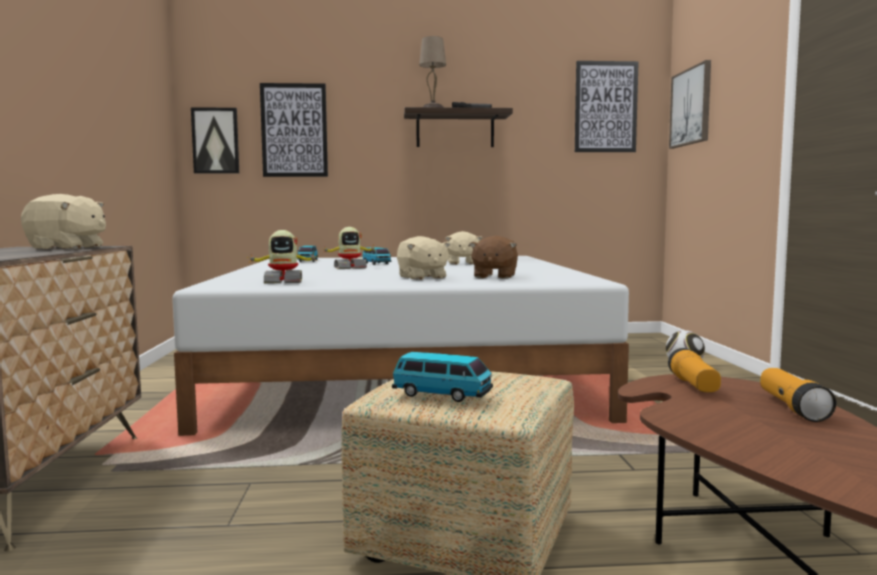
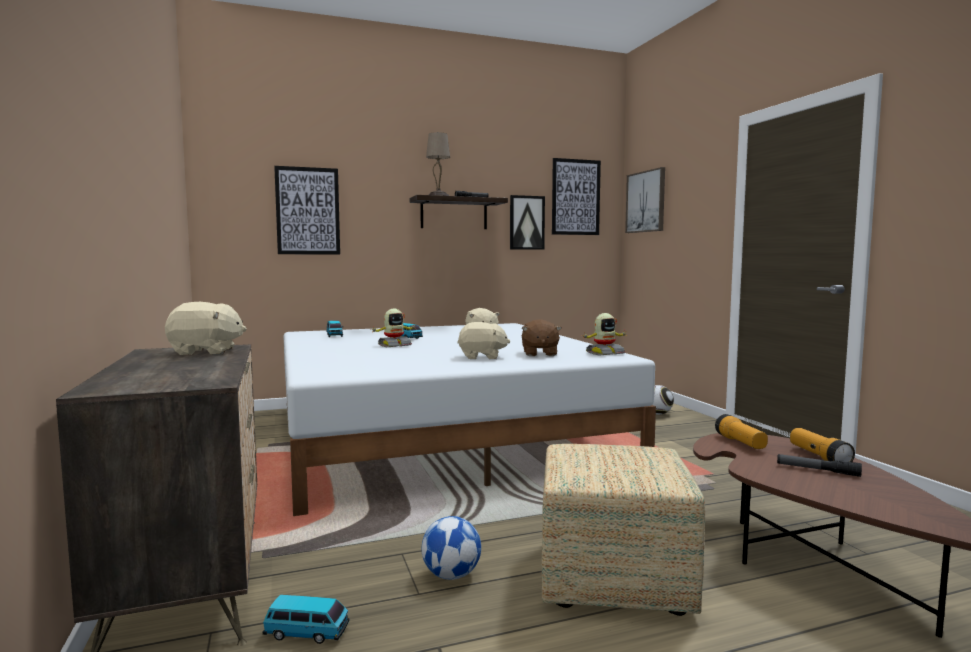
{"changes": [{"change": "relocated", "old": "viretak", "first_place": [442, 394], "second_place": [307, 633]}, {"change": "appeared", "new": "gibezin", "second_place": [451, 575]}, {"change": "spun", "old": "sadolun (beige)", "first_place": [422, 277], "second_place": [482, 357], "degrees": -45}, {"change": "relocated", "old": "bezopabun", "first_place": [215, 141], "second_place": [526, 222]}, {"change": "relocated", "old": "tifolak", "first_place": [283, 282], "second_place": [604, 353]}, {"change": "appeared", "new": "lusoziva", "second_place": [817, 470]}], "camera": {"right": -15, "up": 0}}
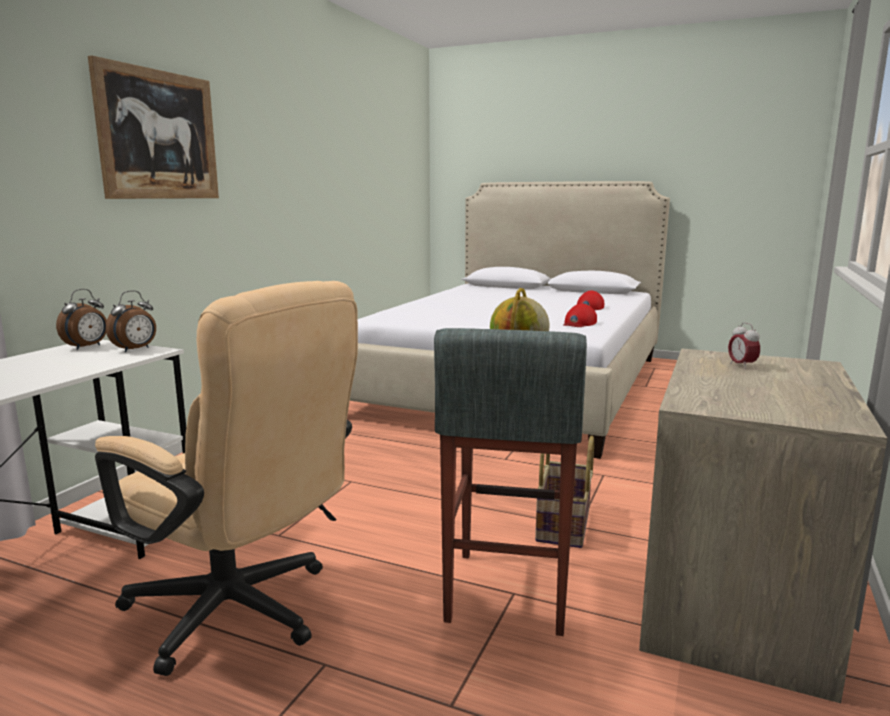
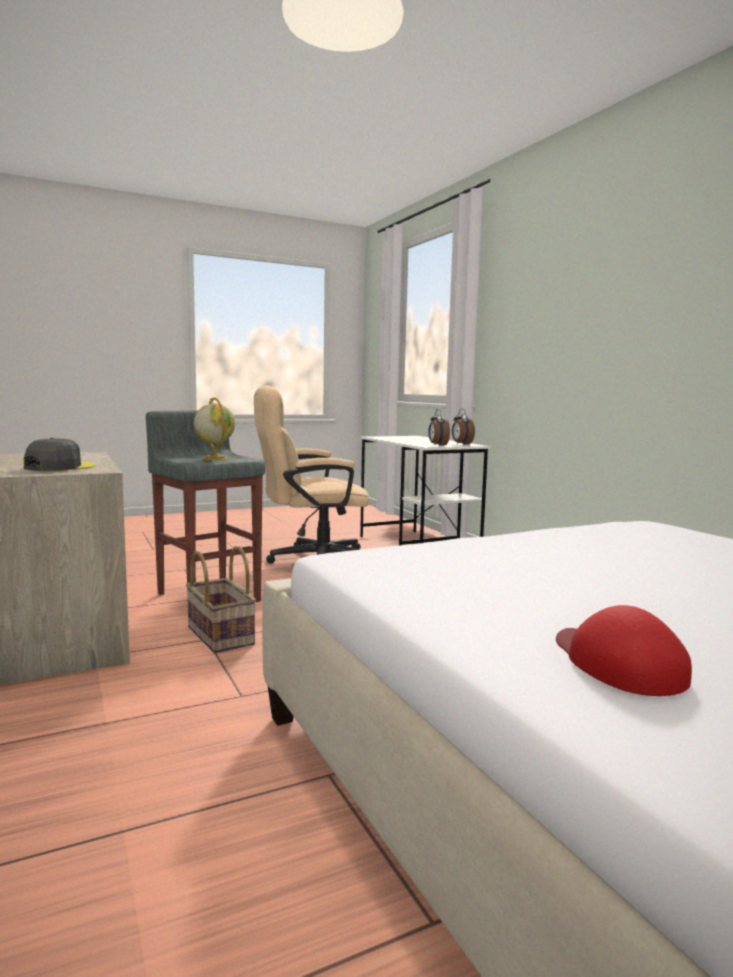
{"changes": [{"change": "exchanged", "old": "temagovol", "new": "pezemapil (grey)", "first_place": [741, 366], "second_place": [59, 467]}, {"change": "missing", "old": "bezopabun", "first_place": [159, 135]}, {"change": "missing", "old": "pezemapil (red)", "first_place": [579, 323]}], "camera": {"right": 130, "up": -5}}
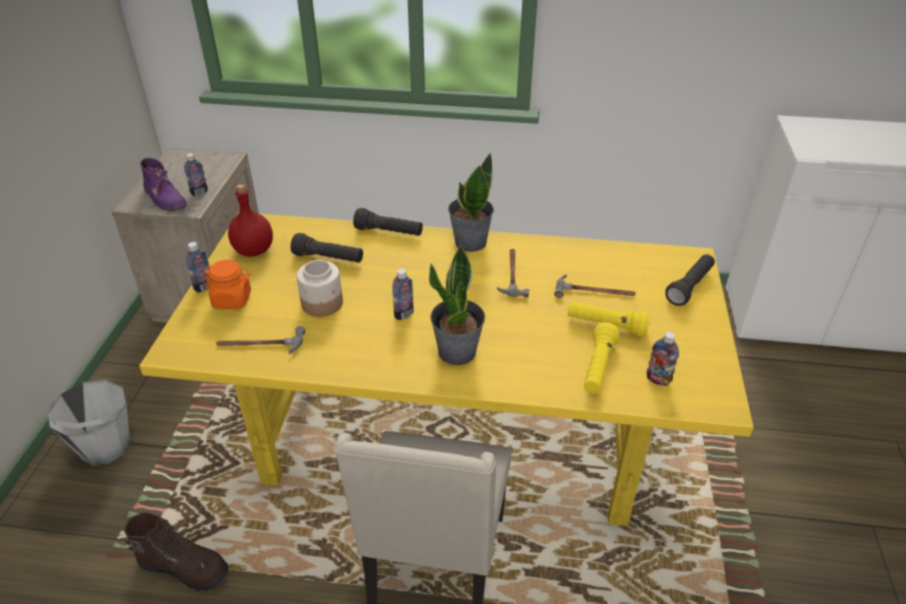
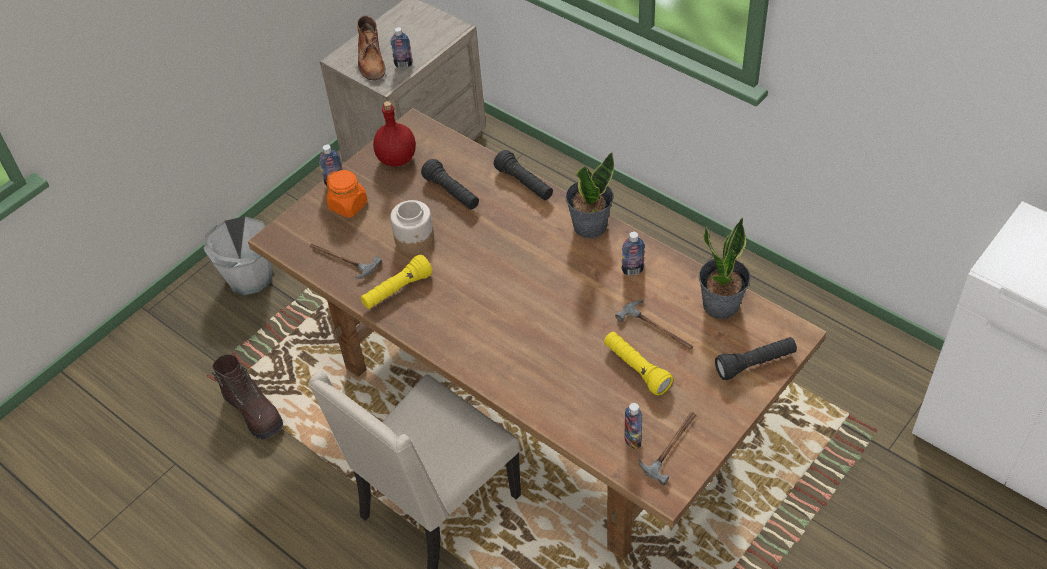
{"changes": [{"change": "colour", "old": "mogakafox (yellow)", "new": "mogakafox (brown)", "first_place": [455, 434], "second_place": [534, 400]}, {"change": "colour", "old": "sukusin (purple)", "new": "sukusin (brown)", "first_place": [165, 198], "second_place": [371, 60]}, {"change": "relocated", "old": "lusoziva (yellow)", "first_place": [598, 367], "second_place": [397, 291]}, {"change": "relocated", "old": "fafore", "first_place": [404, 314], "second_place": [632, 270]}, {"change": "relocated", "old": "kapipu", "first_place": [512, 274], "second_place": [671, 446]}, {"change": "relocated", "old": "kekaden", "first_place": [457, 352], "second_place": [721, 305]}], "camera": {"right": 35, "up": 10}}
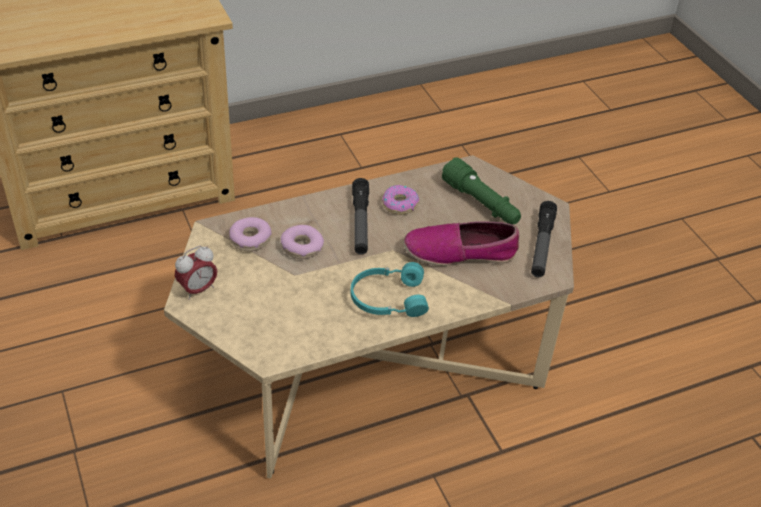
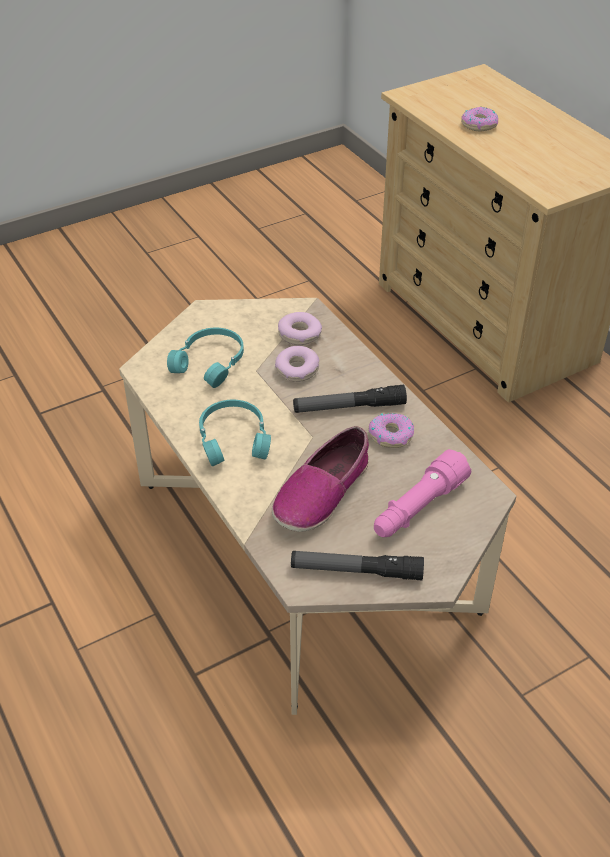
{"changes": [{"change": "appeared", "new": "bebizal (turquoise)", "second_place": [211, 363]}, {"change": "spun", "old": "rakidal", "first_place": [459, 252], "second_place": [321, 492], "degrees": -135}, {"change": "colour", "old": "lusoziva (green)", "new": "lusoziva (pink)", "first_place": [481, 203], "second_place": [418, 508]}, {"change": "appeared", "new": "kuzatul", "second_place": [479, 124]}, {"change": "missing", "old": "temagovol", "first_place": [198, 290]}], "camera": {"right": 85, "up": 0}}
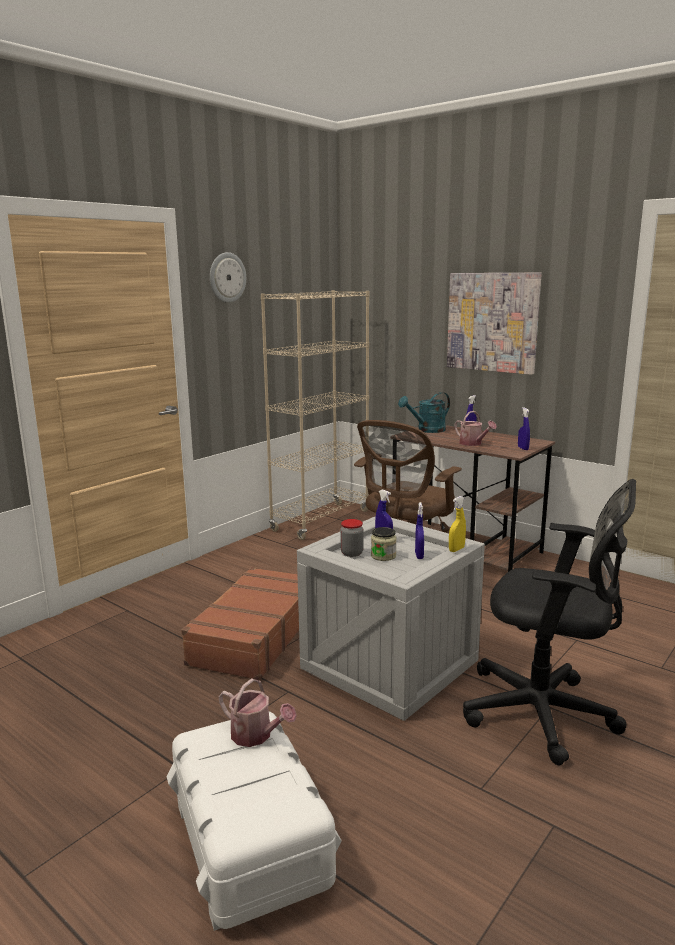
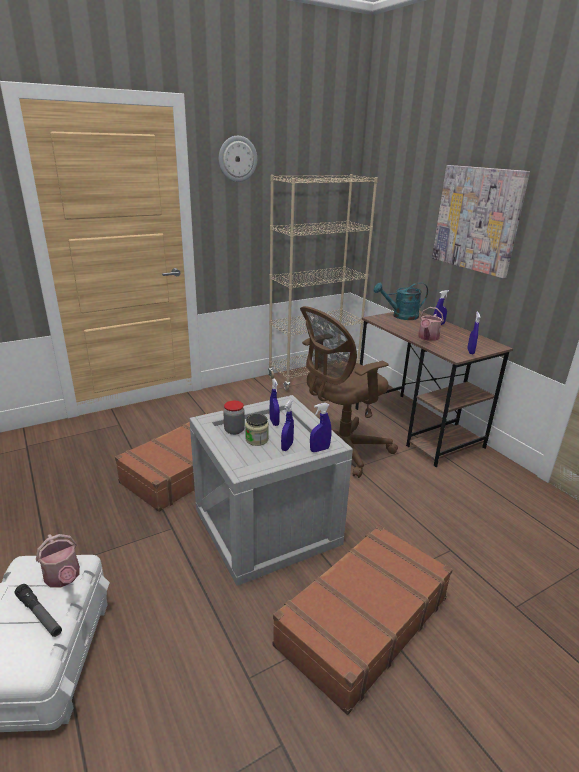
{"changes": [{"change": "appeared", "new": "lusoziva", "second_place": [39, 614]}, {"change": "exchanged", "old": "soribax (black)", "new": "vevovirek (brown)", "first_place": [545, 714], "second_place": [361, 621]}, {"change": "colour", "old": "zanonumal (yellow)", "new": "zanonumal (blue)", "first_place": [456, 549], "second_place": [319, 449]}, {"change": "spun", "old": "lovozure", "first_place": [473, 443], "second_place": [427, 338], "degrees": 45}], "camera": {"right": 20, "up": 10}}
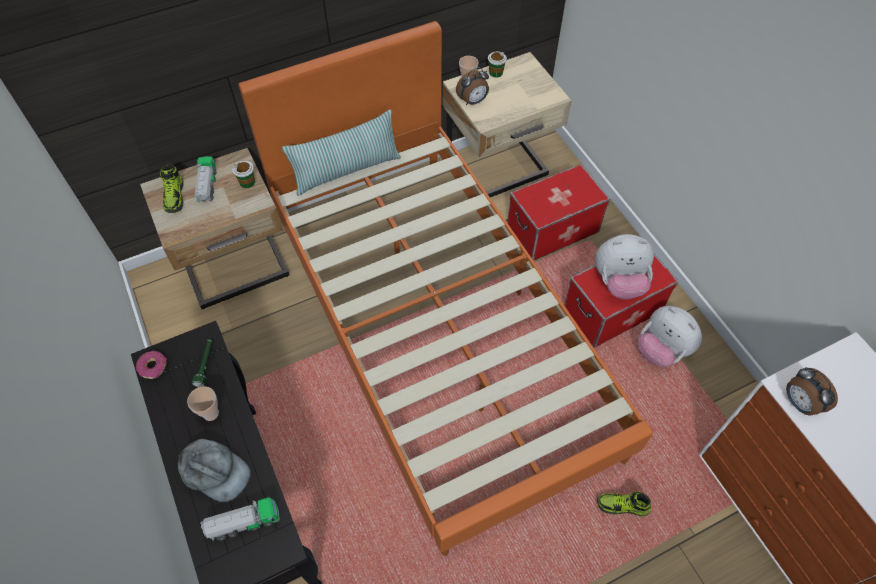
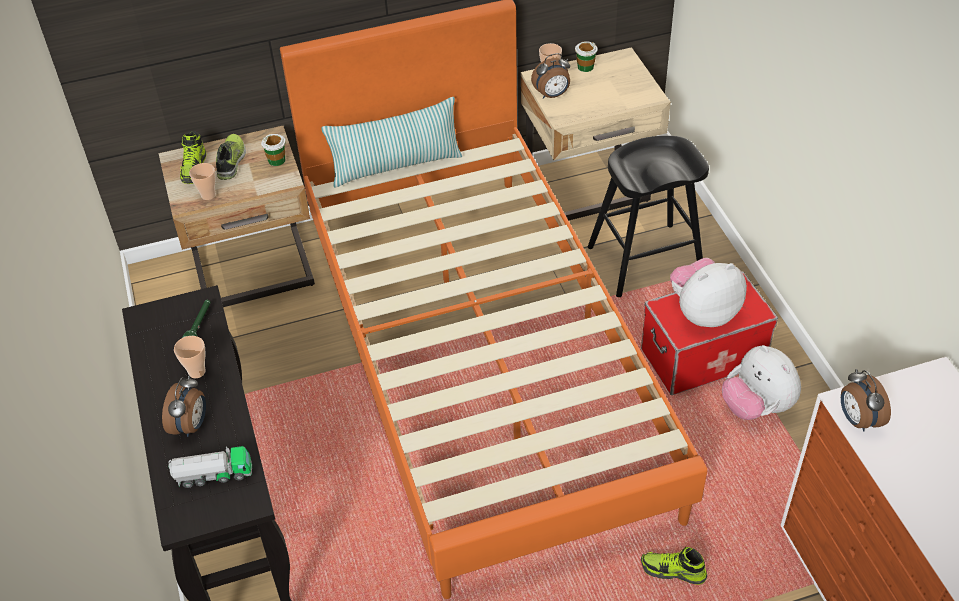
{"changes": [{"change": "exchanged", "old": "pezemapil (grey)", "new": "temagovol", "first_place": [214, 471], "second_place": [191, 425]}, {"change": "appeared", "new": "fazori", "second_place": [208, 195]}, {"change": "exchanged", "old": "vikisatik", "new": "rakidal", "first_place": [207, 186], "second_place": [232, 161]}, {"change": "exchanged", "old": "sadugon", "new": "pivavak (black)", "first_place": [552, 228], "second_place": [644, 260]}, {"change": "spun", "old": "sadolun", "first_place": [619, 282], "second_place": [703, 312], "degrees": 150}, {"change": "missing", "old": "kuzatul", "first_place": [153, 367]}], "camera": {"right": 10, "up": -10}}
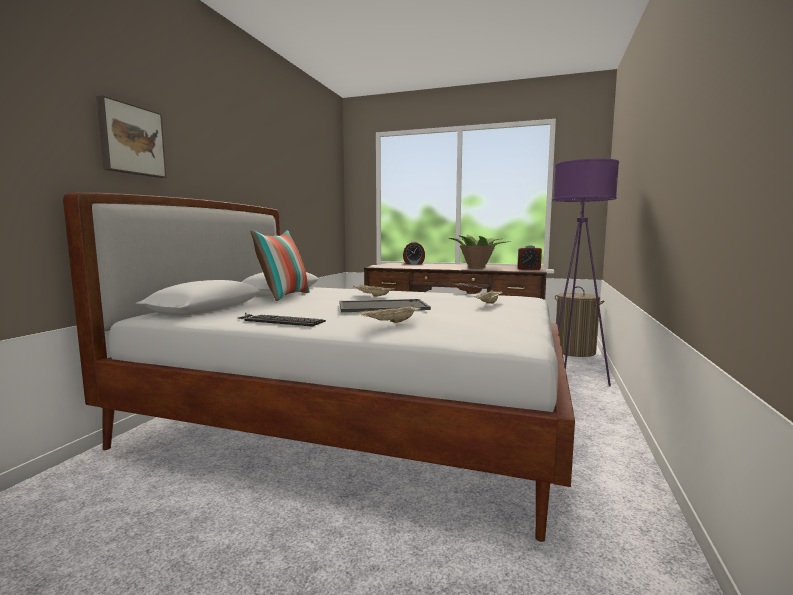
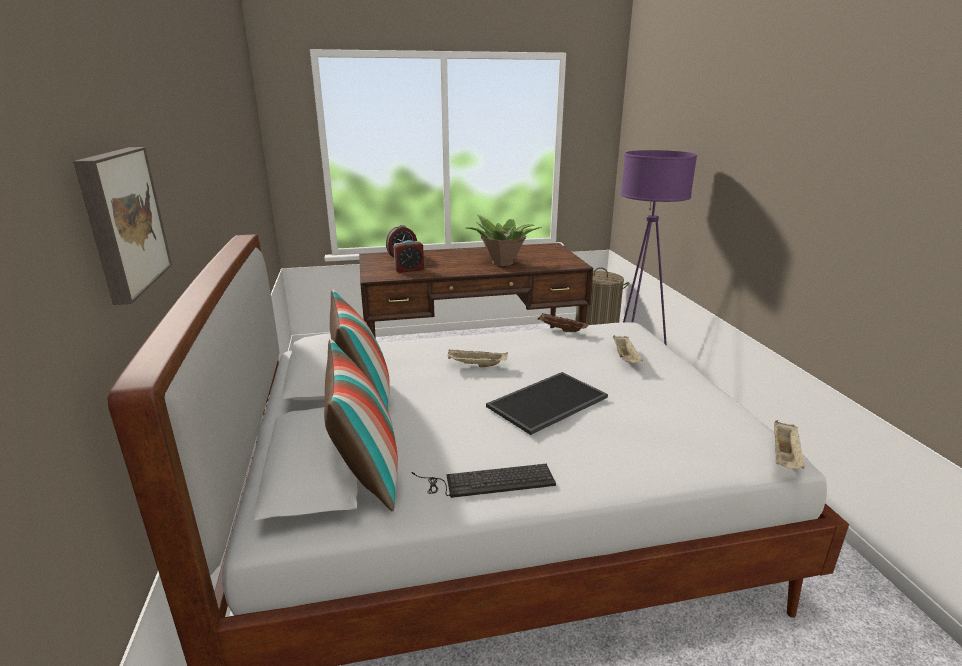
{"changes": [{"change": "appeared", "new": "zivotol", "second_place": [365, 473]}, {"change": "relocated", "old": "temagovol", "first_place": [528, 269], "second_place": [409, 270]}, {"change": "relocated", "old": "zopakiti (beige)", "first_place": [390, 323], "second_place": [785, 457]}], "camera": {"right": -30, "up": 15}}
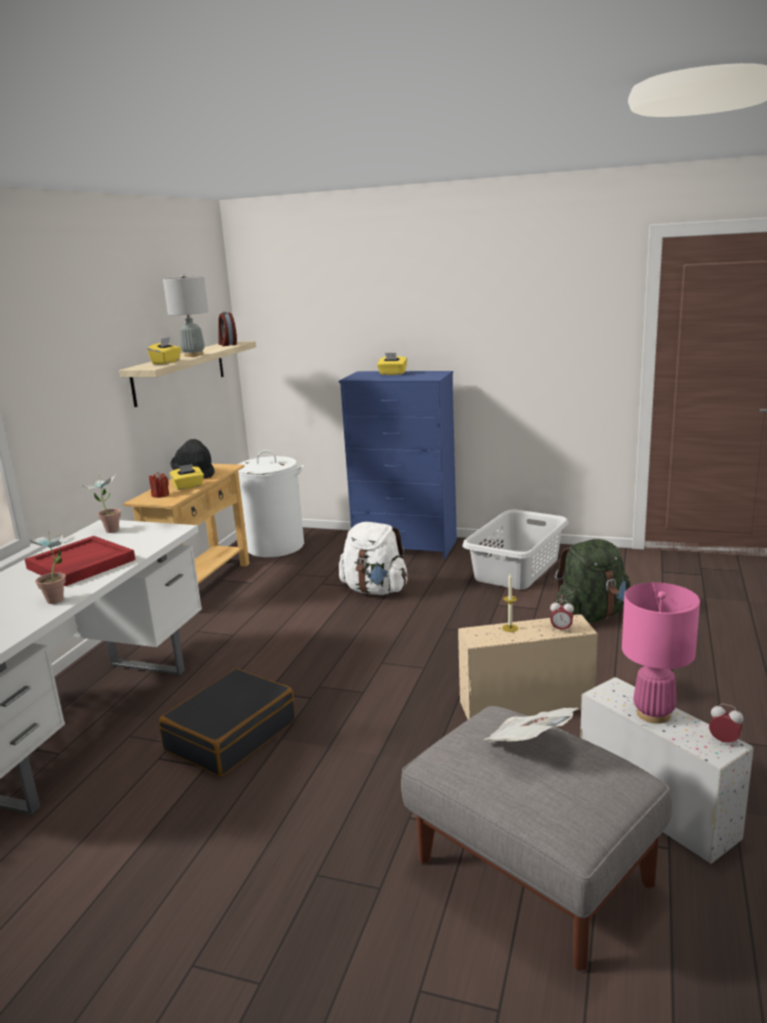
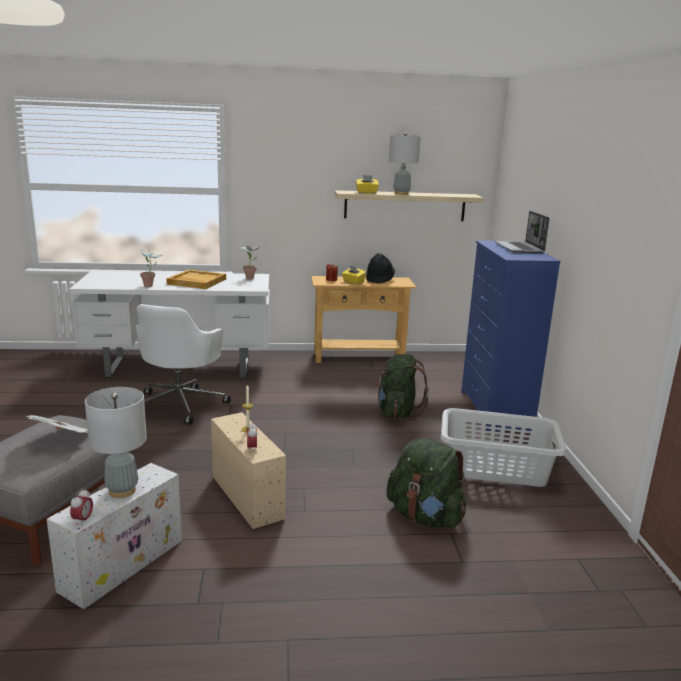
{"changes": [{"change": "colour", "old": "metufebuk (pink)", "new": "metufebuk (grey)", "first_place": [653, 714], "second_place": [122, 490]}, {"change": "exchanged", "old": "vevovirek (black)", "new": "soribax (white)", "first_place": [230, 735], "second_place": [180, 404]}, {"change": "colour", "old": "zopakiti (red)", "new": "zopakiti (beige)", "first_place": [81, 564], "second_place": [196, 282]}, {"change": "colour", "old": "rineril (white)", "new": "rineril (green)", "first_place": [375, 590], "second_place": [397, 412]}, {"change": "exchanged", "old": "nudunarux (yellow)", "new": "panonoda", "first_place": [392, 374], "second_place": [520, 248]}, {"change": "missing", "old": "temagovol", "first_place": [227, 344]}, {"change": "missing", "old": "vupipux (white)", "first_place": [275, 546]}], "camera": {"right": 65, "up": 0}}
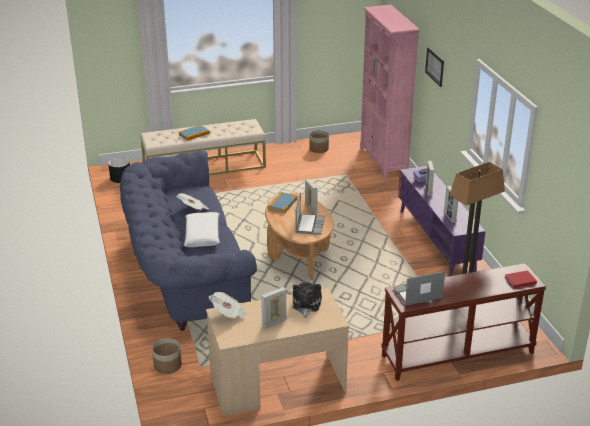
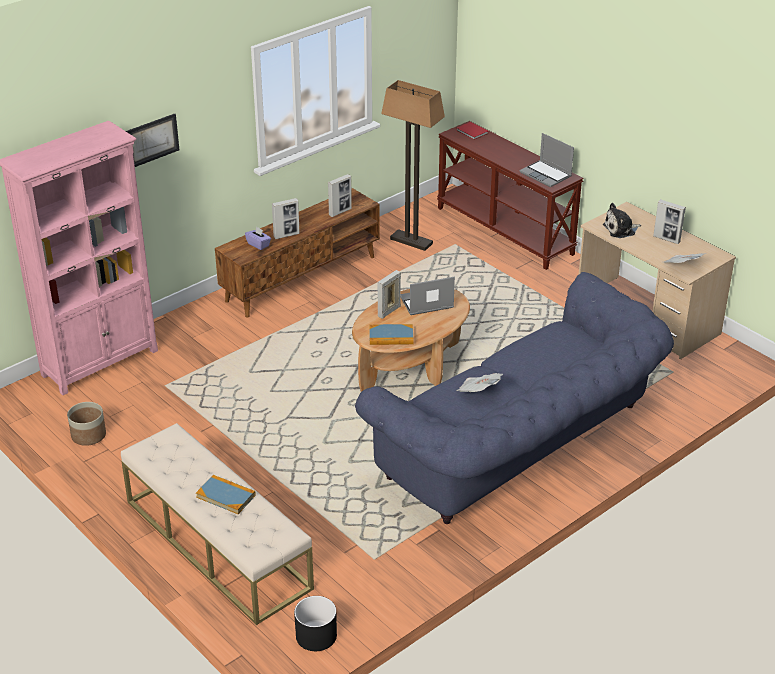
{"changes": [{"change": "colour", "old": "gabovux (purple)", "new": "gabovux (brown)", "first_place": [437, 240], "second_place": [301, 278]}, {"change": "missing", "old": "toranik", "first_place": [167, 365]}, {"change": "missing", "old": "zivotol (white)", "first_place": [202, 235]}], "camera": {"right": -115, "up": 5}}
